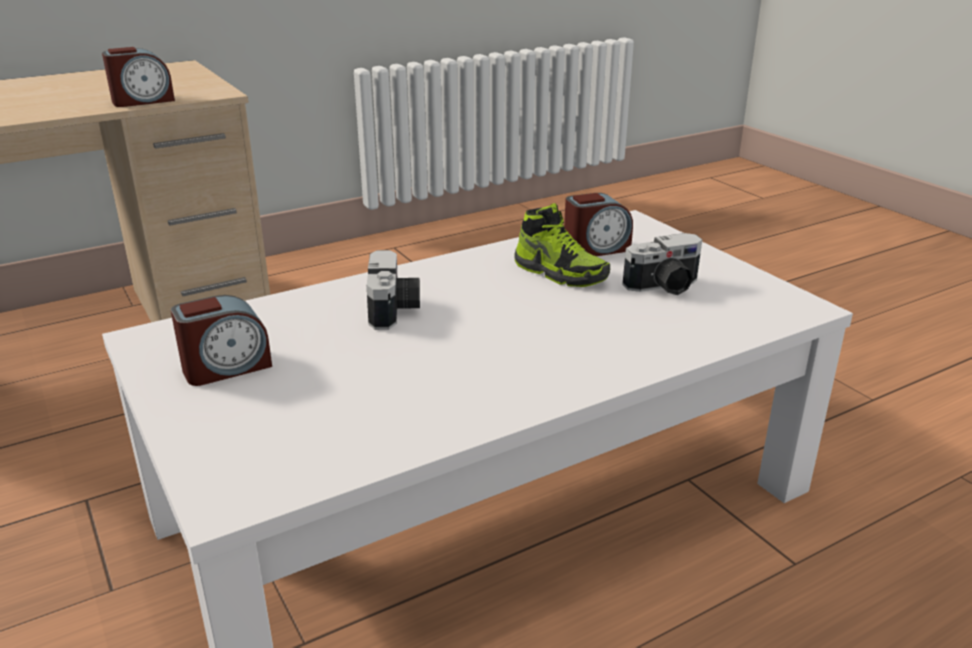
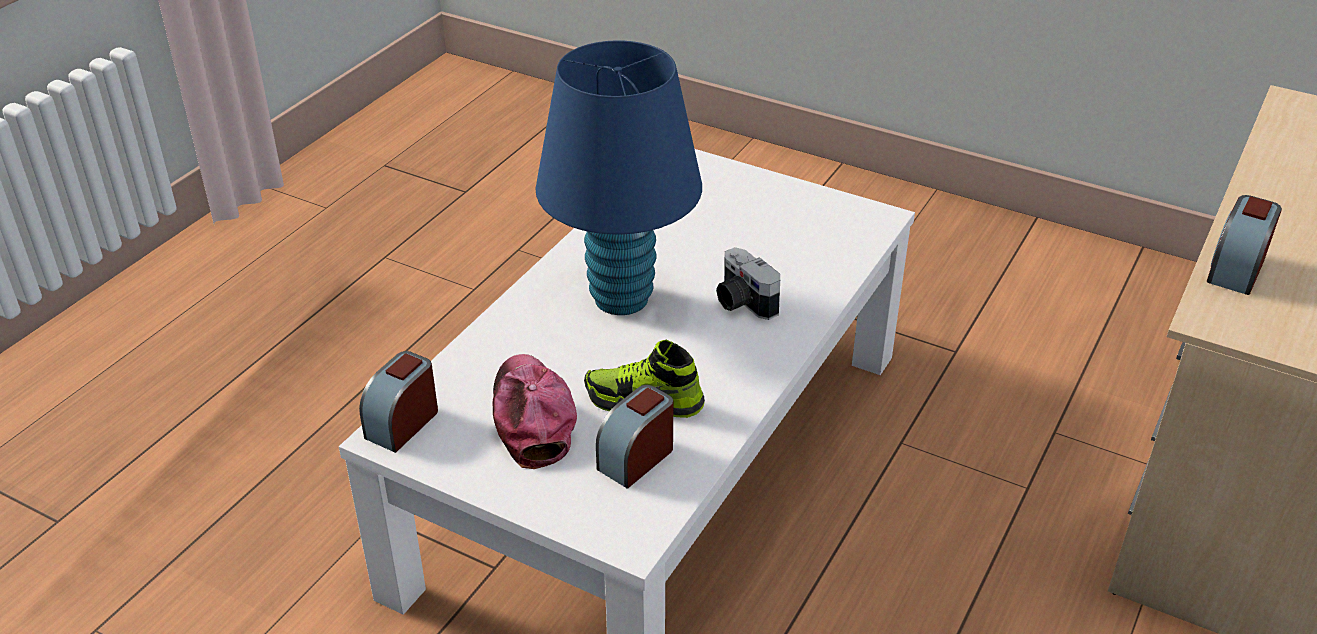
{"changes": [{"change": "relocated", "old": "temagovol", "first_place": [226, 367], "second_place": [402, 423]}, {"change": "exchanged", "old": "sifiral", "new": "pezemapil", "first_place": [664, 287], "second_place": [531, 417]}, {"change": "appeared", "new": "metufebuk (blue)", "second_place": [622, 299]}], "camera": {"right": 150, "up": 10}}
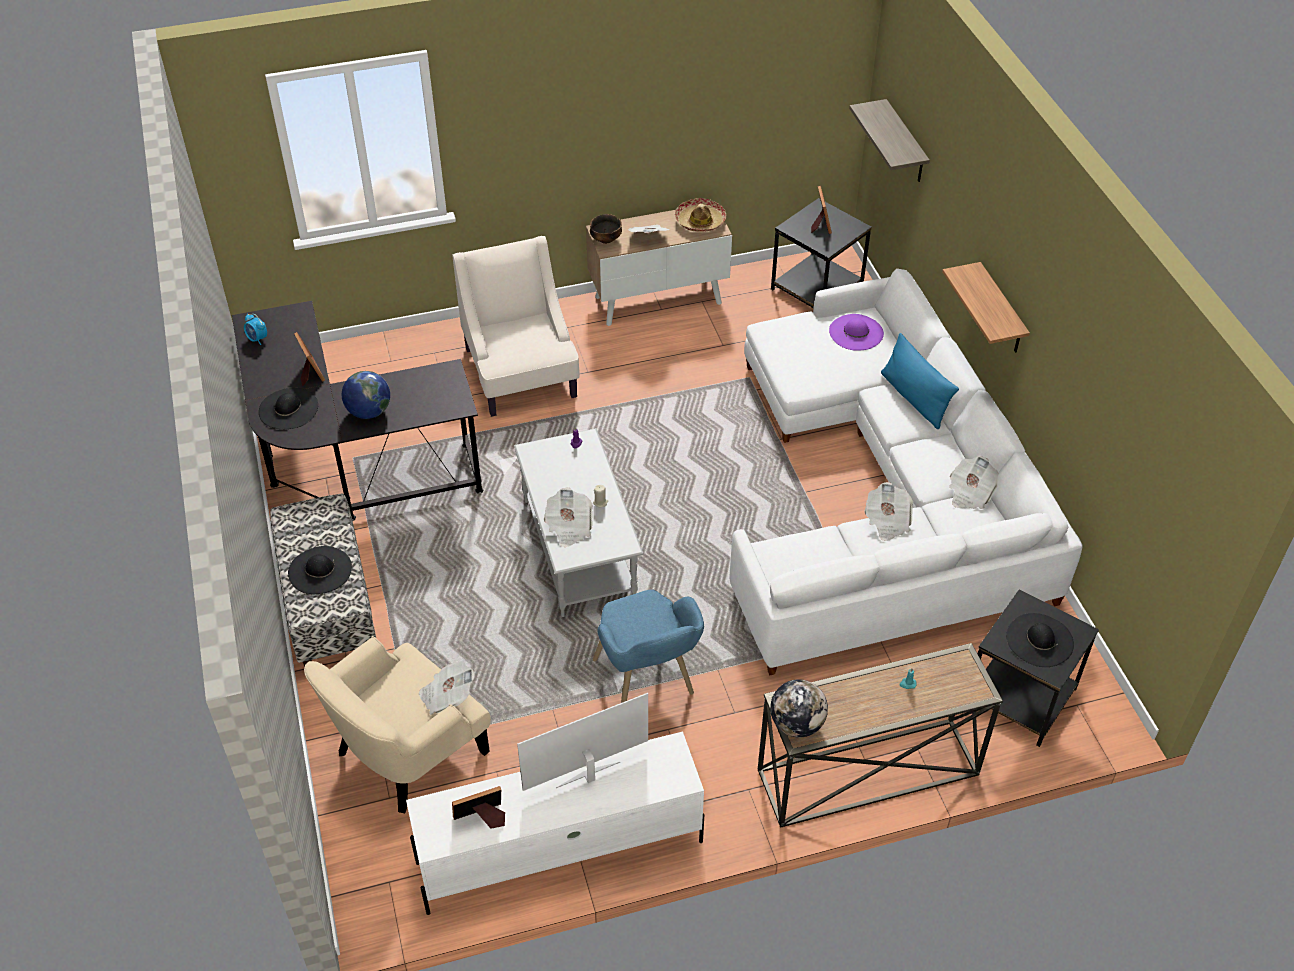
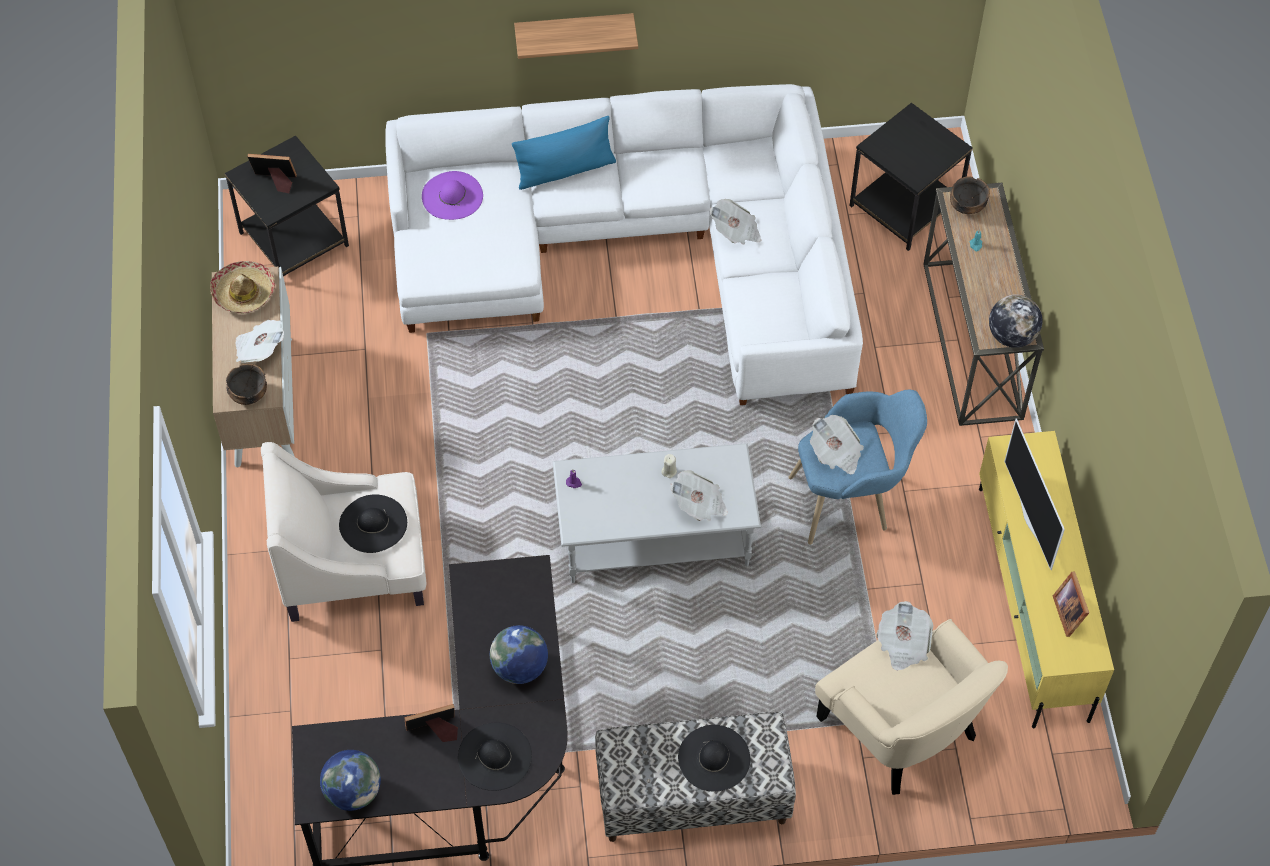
{"changes": [{"change": "exchanged", "old": "temagovol", "new": "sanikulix", "first_place": [257, 339], "second_place": [353, 792]}, {"change": "relocated", "old": "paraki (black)", "first_place": [1039, 640], "second_place": [373, 524]}, {"change": "relocated", "old": "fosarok", "first_place": [970, 493], "second_place": [836, 453]}, {"change": "appeared", "new": "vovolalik", "second_place": [966, 206]}, {"change": "colour", "old": "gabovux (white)", "new": "gabovux (yellow)", "first_place": [558, 852], "second_place": [1032, 603]}, {"change": "missing", "old": "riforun", "first_place": [905, 143]}], "camera": {"right": -80, "up": 10}}
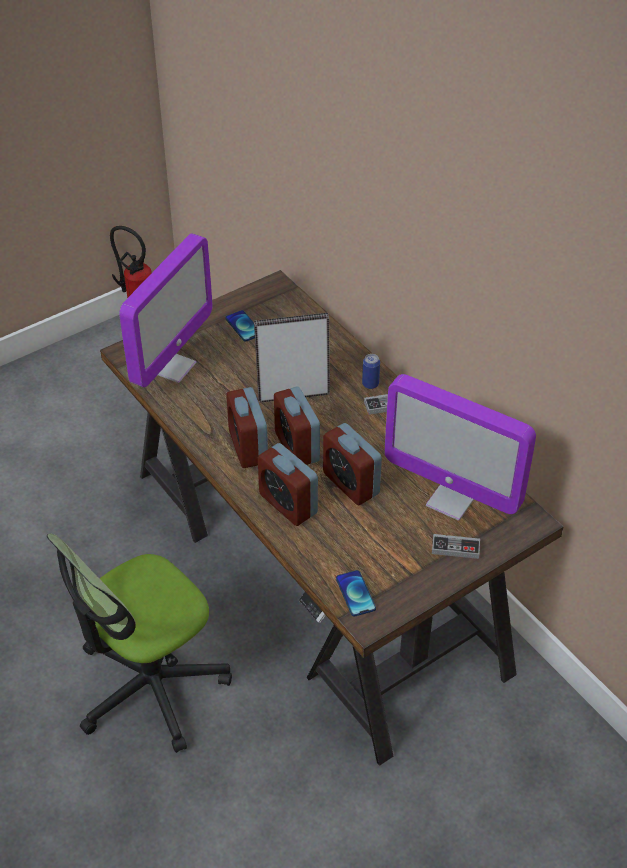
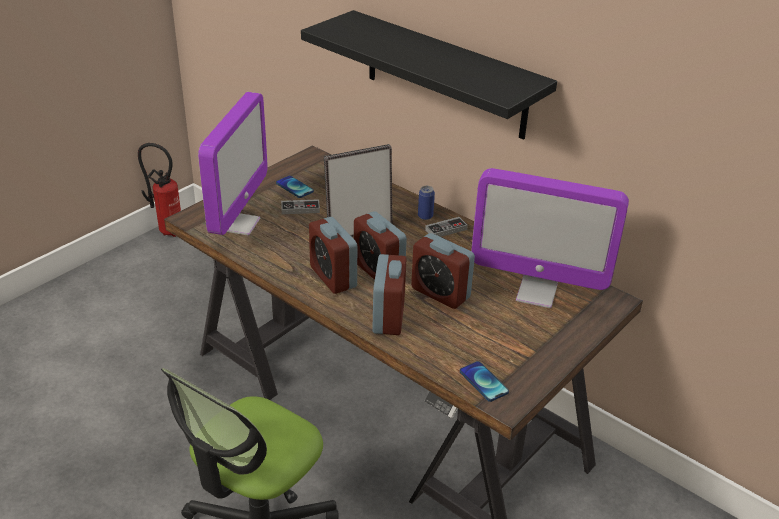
{"changes": [{"change": "relocated", "old": "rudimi", "first_place": [455, 548], "second_place": [300, 209]}, {"change": "appeared", "new": "riforun (black)", "second_place": [445, 75]}, {"change": "spun", "old": "temagovol", "first_place": [288, 504], "second_place": [388, 317], "degrees": -120}], "camera": {"right": -15, "up": -10}}
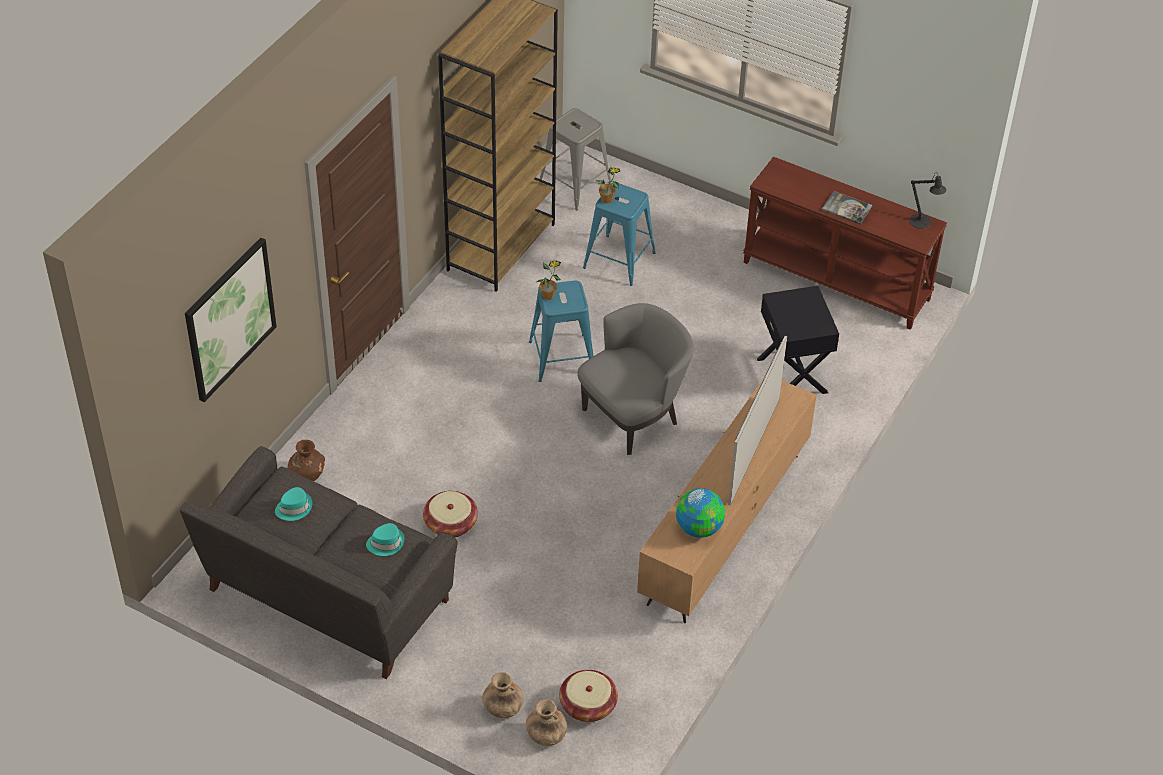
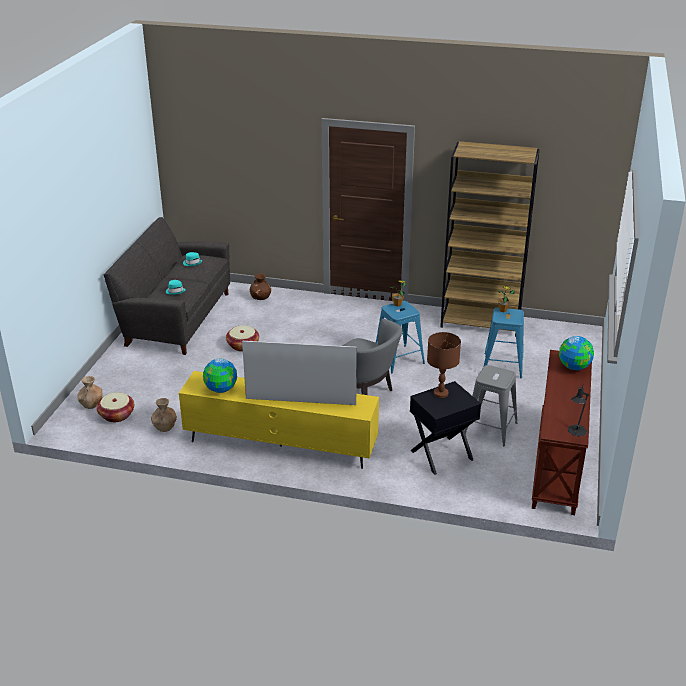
{"changes": [{"change": "relocated", "old": "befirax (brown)", "first_place": [502, 708], "second_place": [165, 426]}, {"change": "colour", "old": "gabovux (brown)", "new": "gabovux (yellow)", "first_place": [724, 527], "second_place": [281, 445]}, {"change": "appeared", "new": "metufebuk (brown)", "second_place": [441, 393]}, {"change": "relocated", "old": "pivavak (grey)", "first_place": [574, 185], "second_place": [490, 428]}, {"change": "appeared", "new": "sanikulix", "second_place": [574, 367]}, {"change": "missing", "old": "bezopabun", "first_place": [229, 319]}, {"change": "missing", "old": "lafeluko", "first_place": [846, 208]}], "camera": {"right": 75, "up": -15}}
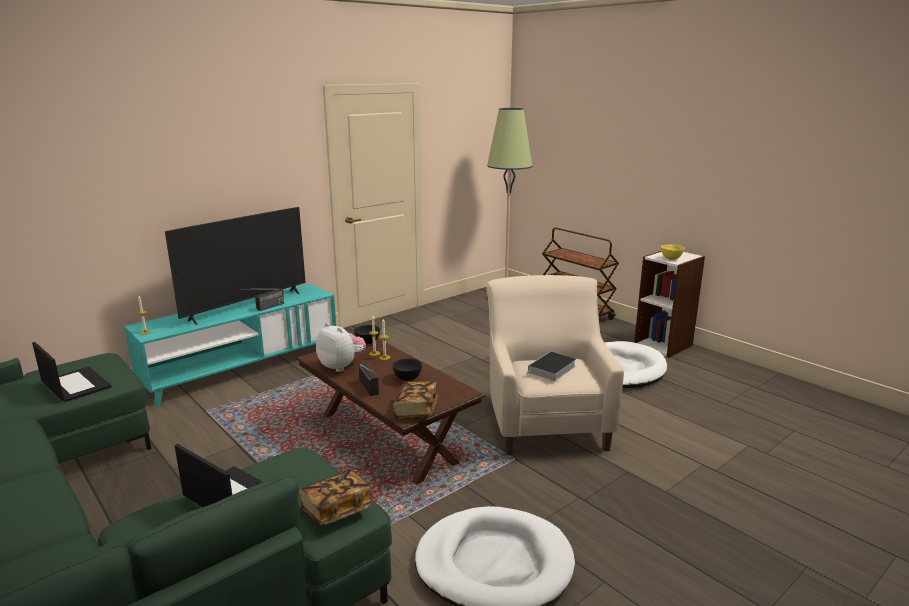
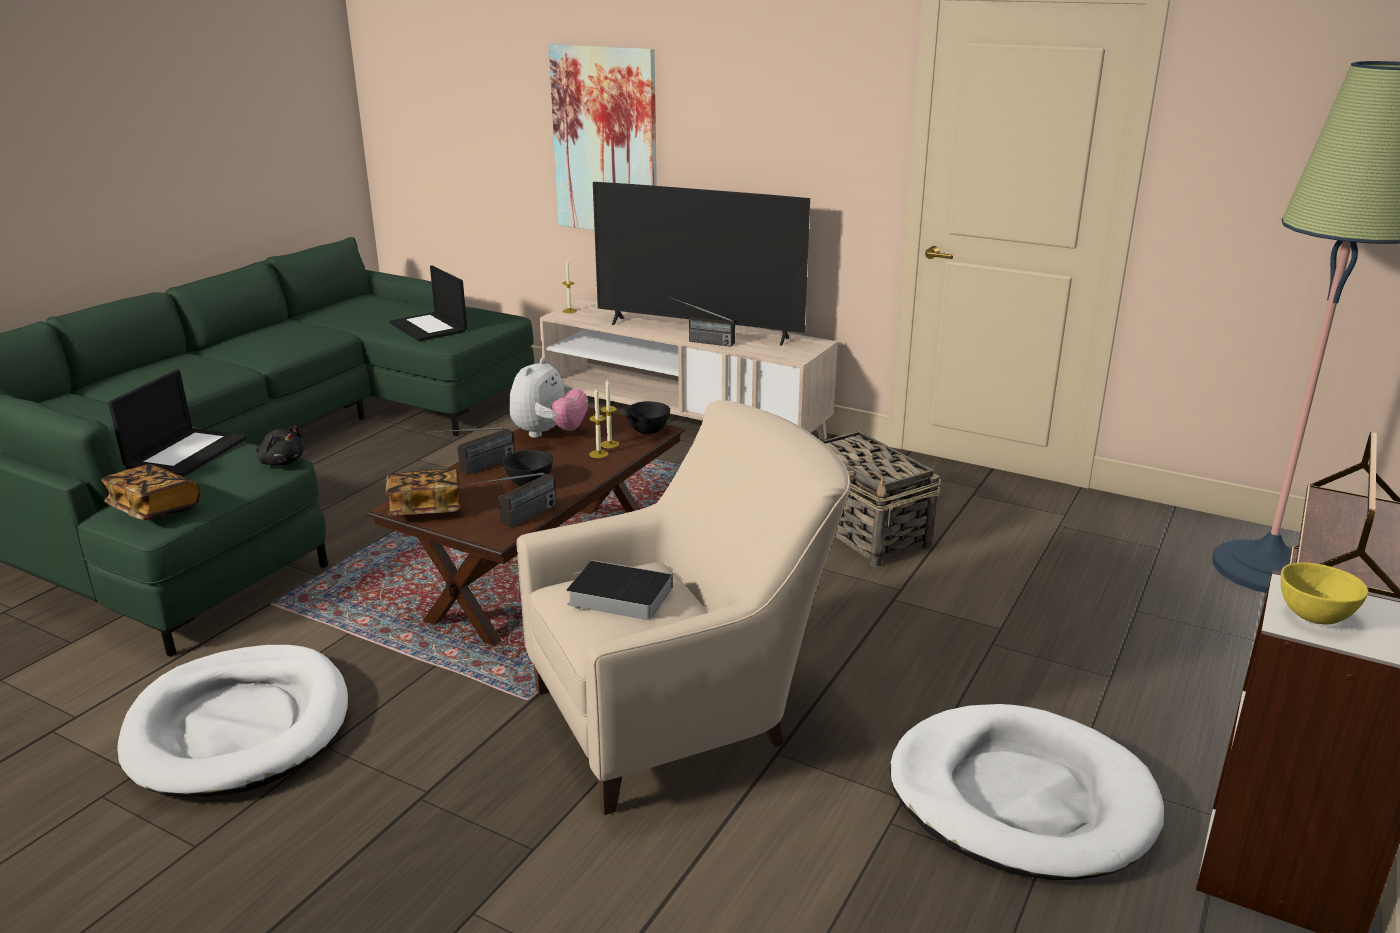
{"changes": [{"change": "appeared", "new": "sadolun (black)", "second_place": [281, 462]}, {"change": "spun", "old": "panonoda", "first_place": [75, 385], "second_place": [429, 327], "degrees": 120}, {"change": "appeared", "new": "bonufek", "second_place": [517, 521]}, {"change": "colour", "old": "gabovux (turquoise)", "new": "gabovux (beige)", "first_place": [243, 369], "second_place": [684, 422]}, {"change": "appeared", "new": "bezopabun", "second_place": [605, 141]}, {"change": "appeared", "new": "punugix", "second_place": [865, 533]}], "camera": {"right": 70, "up": 5}}
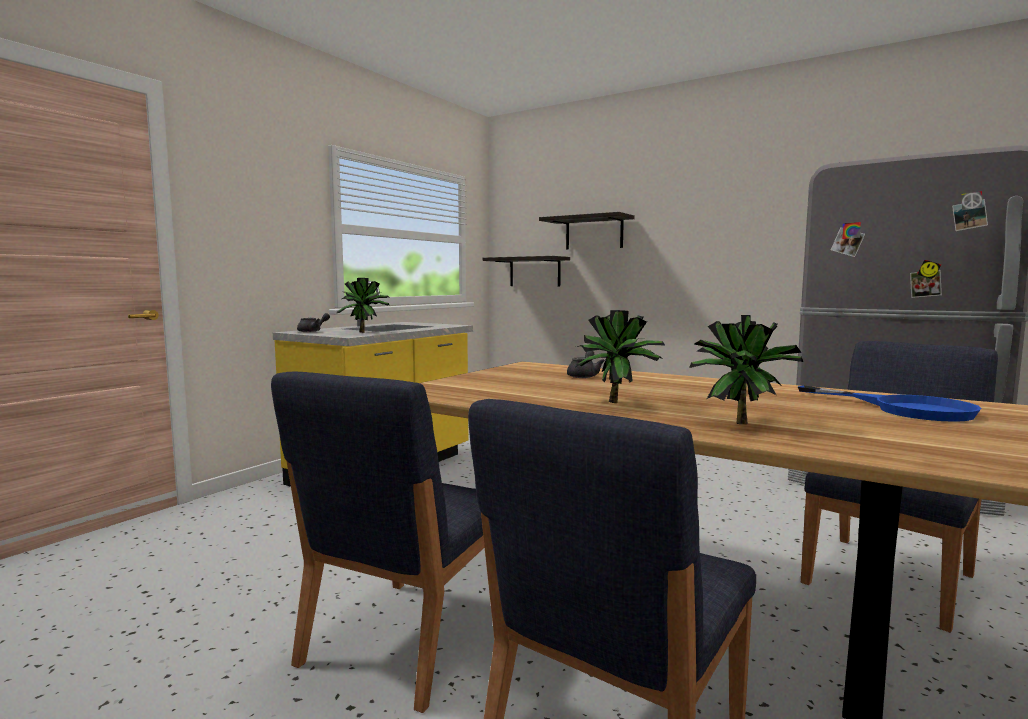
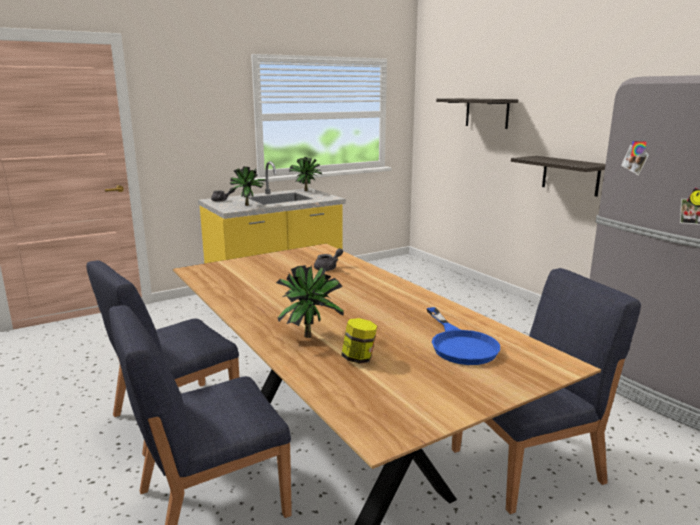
{"changes": [{"change": "relocated", "old": "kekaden", "first_place": [619, 403], "second_place": [307, 191]}, {"change": "appeared", "new": "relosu", "second_place": [359, 359]}, {"change": "relocated", "old": "riforun", "first_place": [535, 272], "second_place": [570, 175]}], "camera": {"right": 25, "up": 10}}
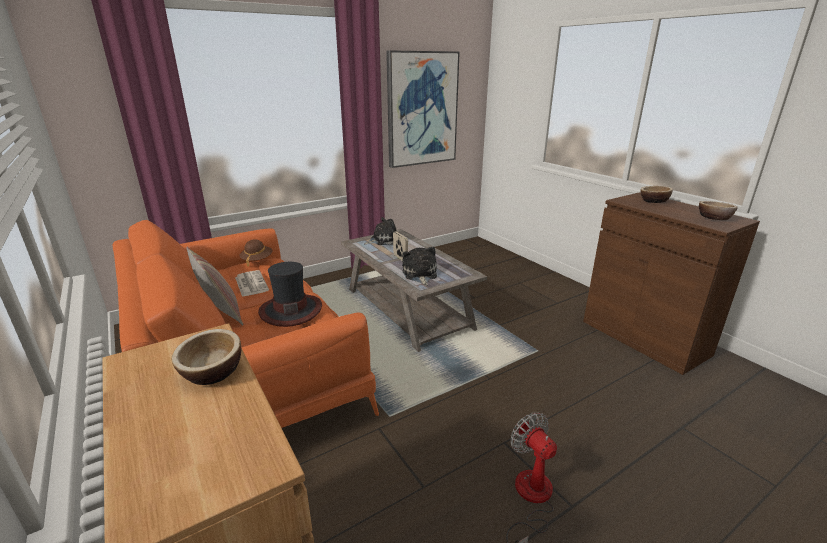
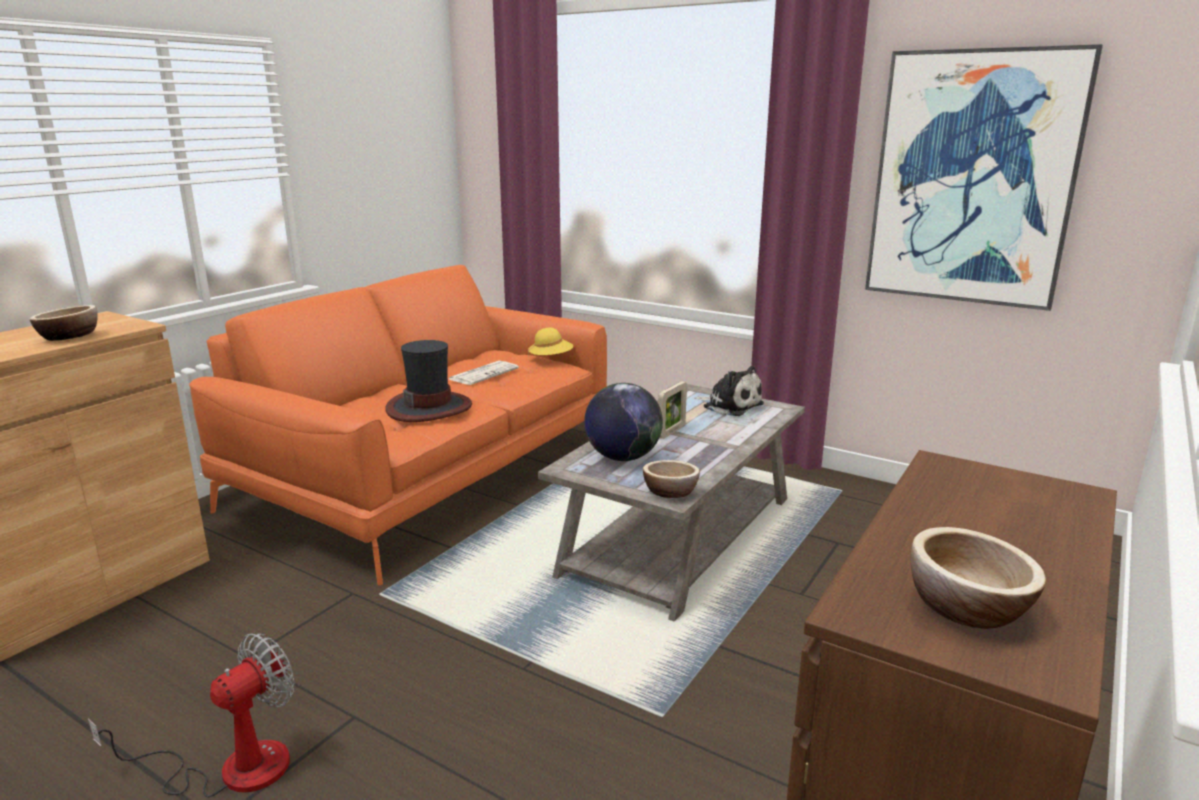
{"changes": [{"change": "colour", "old": "paraki (brown)", "new": "paraki (yellow)", "first_place": [257, 260], "second_place": [550, 359]}, {"change": "exchanged", "old": "sadolun", "new": "sanikulix", "first_place": [420, 274], "second_place": [622, 457]}, {"change": "relocated", "old": "vovolalik", "first_place": [654, 201], "second_place": [670, 492]}, {"change": "missing", "old": "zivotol", "first_place": [221, 314]}], "camera": {"right": 65, "up": -5}}
